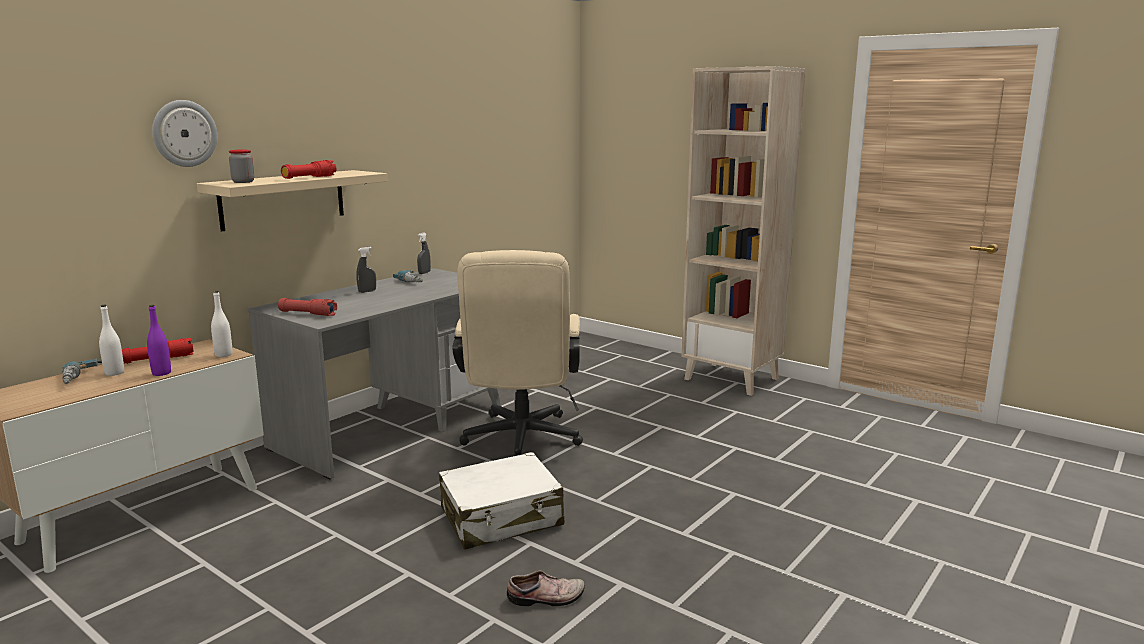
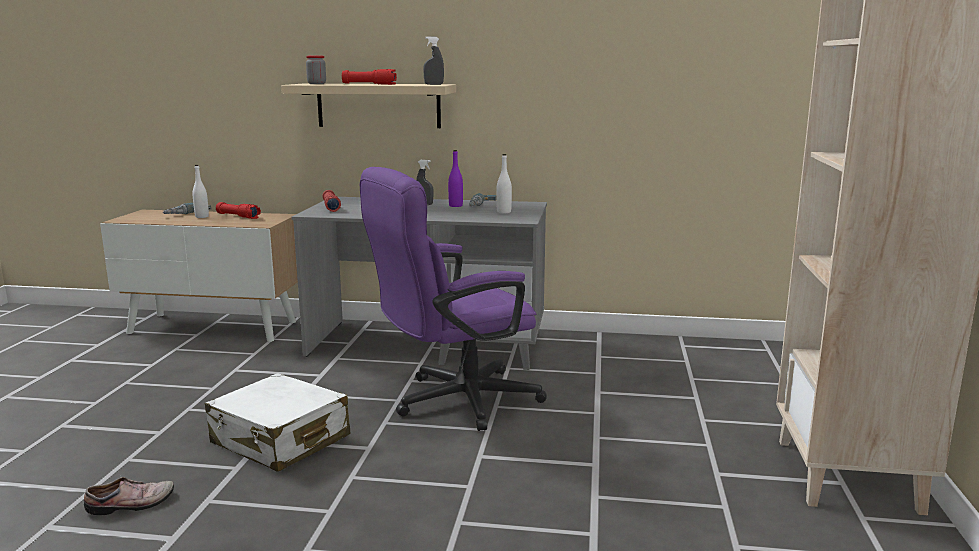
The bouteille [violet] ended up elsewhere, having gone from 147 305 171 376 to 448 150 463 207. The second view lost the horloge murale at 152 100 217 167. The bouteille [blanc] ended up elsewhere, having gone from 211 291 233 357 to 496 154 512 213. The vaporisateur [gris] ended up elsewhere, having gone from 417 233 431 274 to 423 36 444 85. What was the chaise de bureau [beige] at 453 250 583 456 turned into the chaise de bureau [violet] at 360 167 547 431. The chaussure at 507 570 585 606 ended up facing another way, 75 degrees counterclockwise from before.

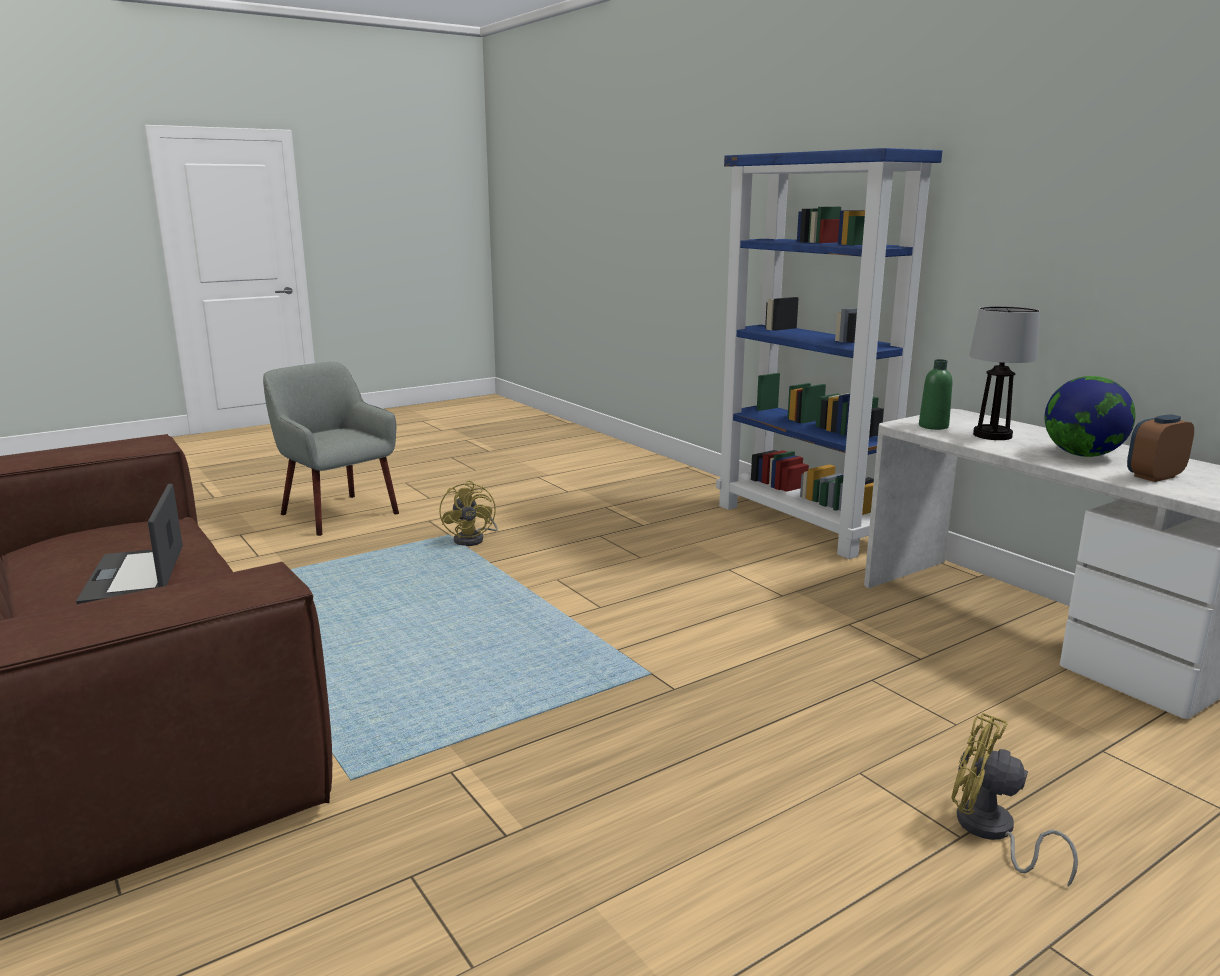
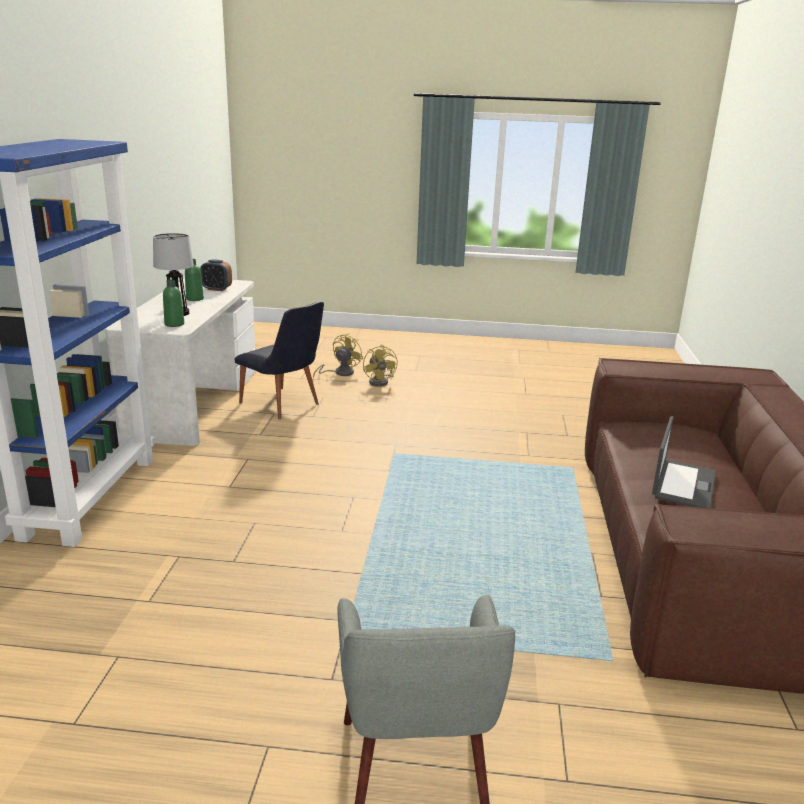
The ventilateur [jaune] ended up elsewhere, having gone from 439 481 498 546 to 313 333 363 378. Where the globe stood at 1045 376 1135 457, the bouteille [vert] came to stand at 185 259 204 301. The second view gained the chaise [noir] at 235 301 324 419.

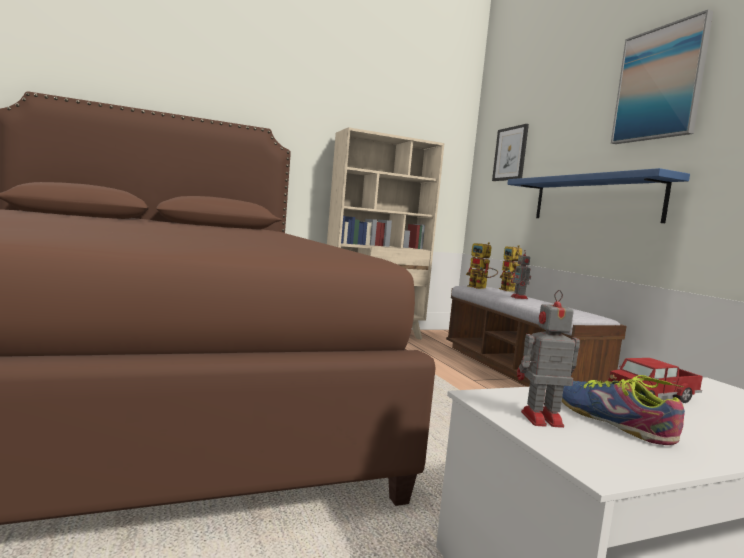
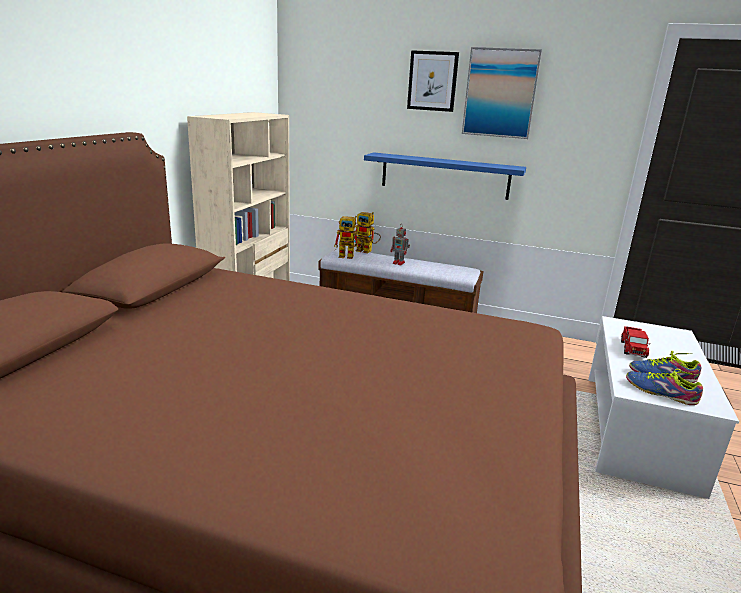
The tableau ended up elsewhere, having gone from 492 124 529 181 to 407 50 459 112. Where the robot jouet stood at 517 290 580 428, the chaussure came to stand at 626 369 703 405.

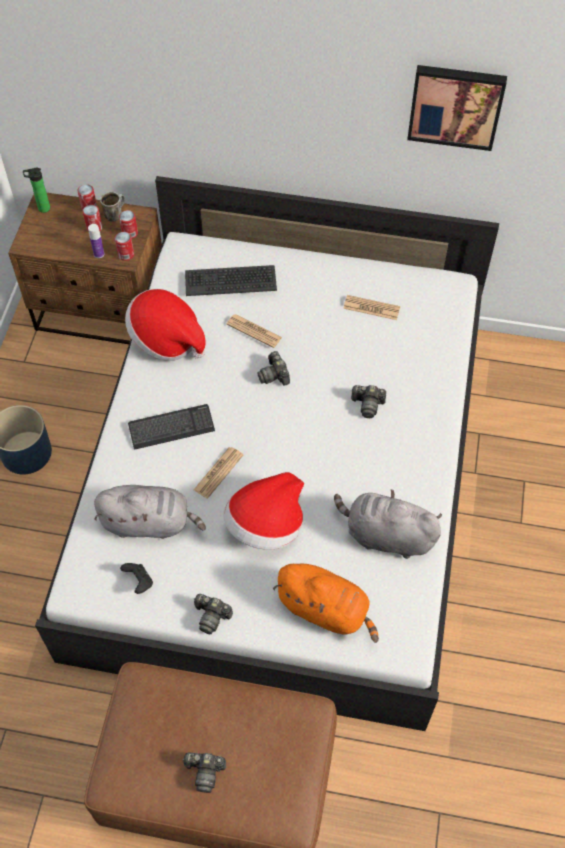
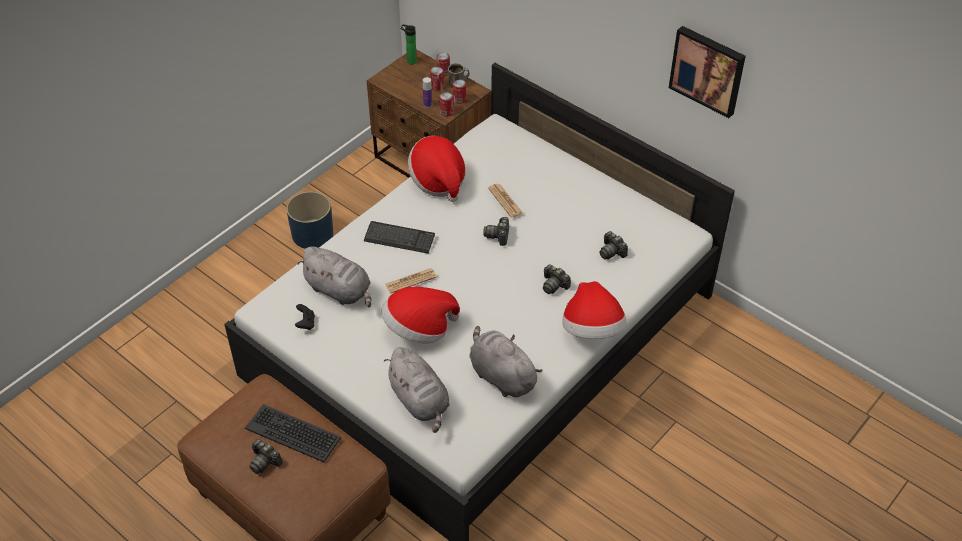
The clavier ended up elsewhere, having gone from 185 265 277 296 to 245 404 342 462. The appareil photo ended up elsewhere, having gone from 194 594 233 634 to 600 231 628 259. What was the peluche [orange] at 273 564 379 643 turned into the peluche [gris] at 384 347 450 433. The second view lost the journal at 343 295 400 320. The second view gained the chapeau at 562 281 627 339.

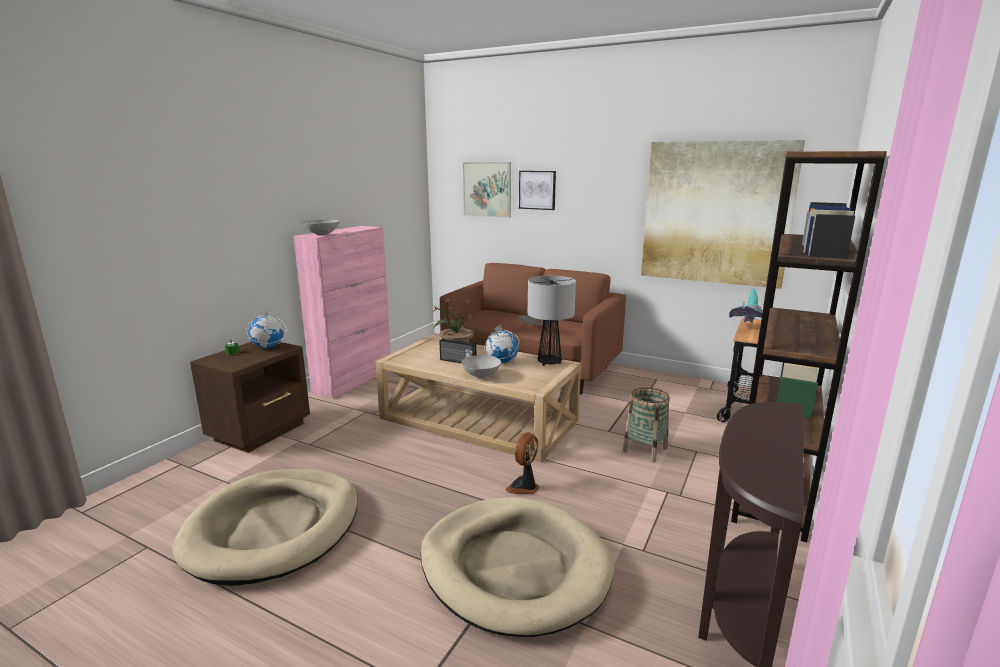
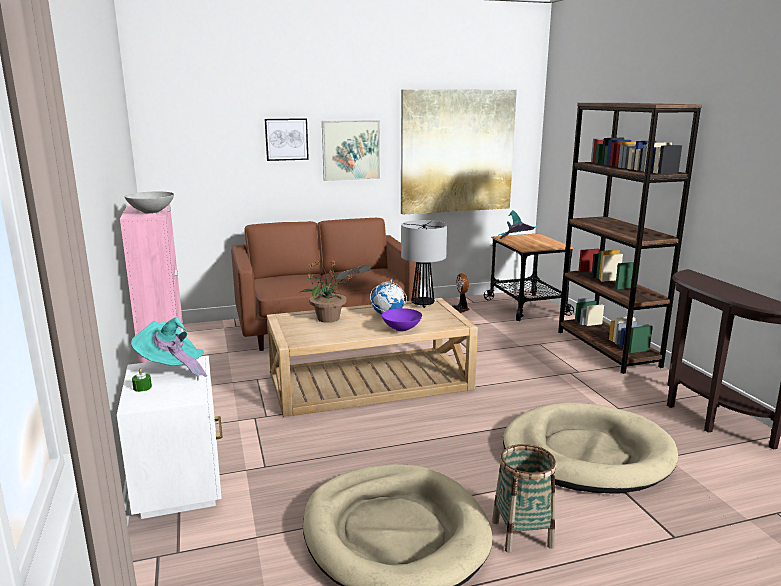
What was the table de chevet [marron] at 190 342 310 453 turned into the table de chevet [blanc] at 117 356 223 519. Where the globe stood at 246 309 287 348, the chapeau [turquoise] came to stand at 131 317 207 381. The second view lost the radio at 439 338 476 363. What was the bol [gris] at 461 355 501 378 turned into the bol [violet] at 382 308 422 332. The tableau ended up elsewhere, having gone from 463 162 511 218 to 322 120 380 181. The ventilateur ended up elsewhere, having gone from 505 432 540 494 to 452 273 470 313. The panier ended up elsewhere, having gone from 623 387 670 462 to 492 444 556 553.

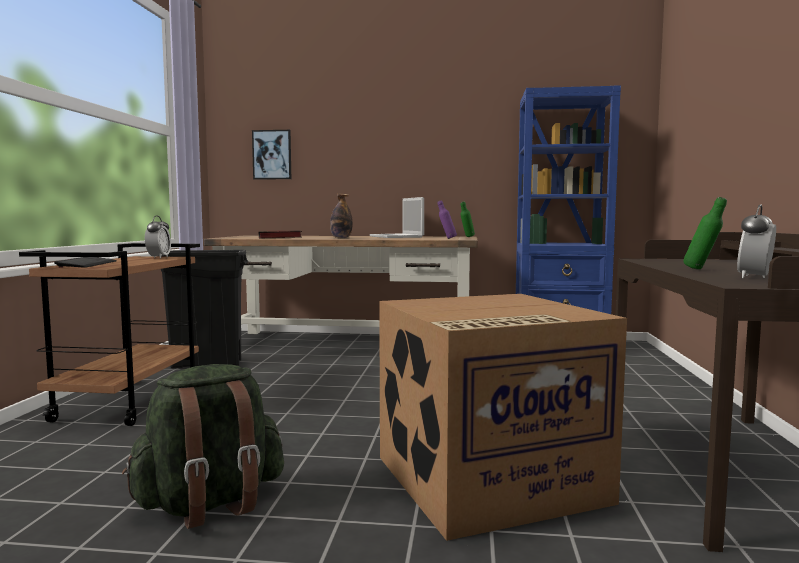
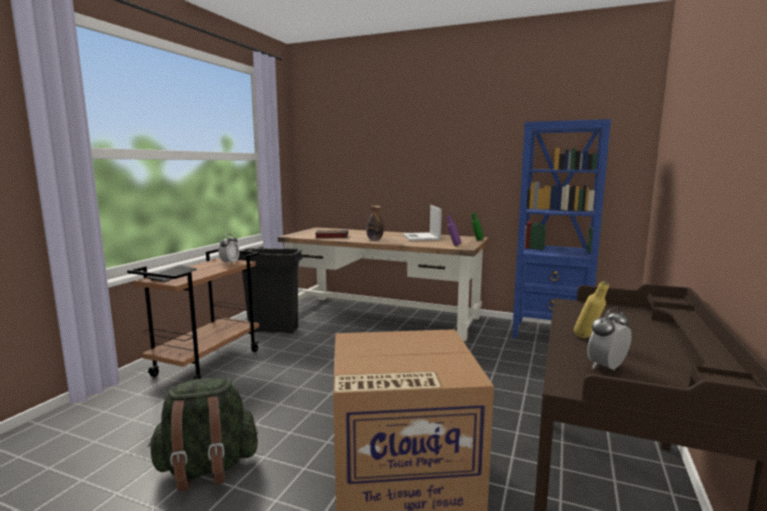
The second view lost the tableau at 252 130 291 180. What was the bouteille [vert] at 683 197 727 270 turned into the bouteille [jaune] at 574 281 609 338.

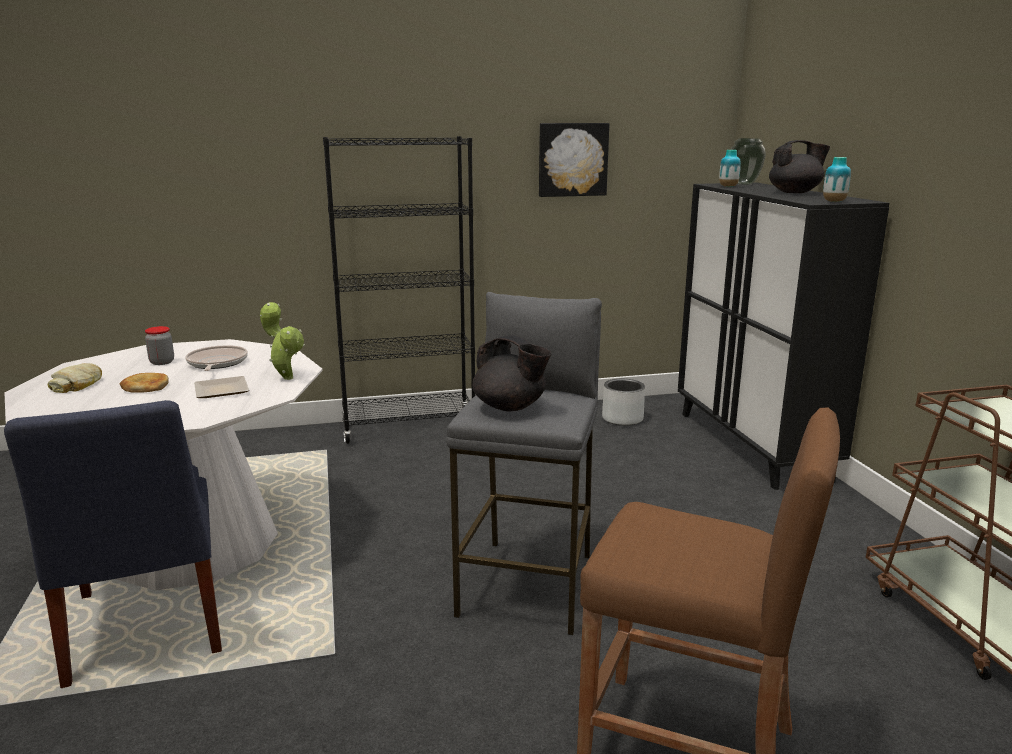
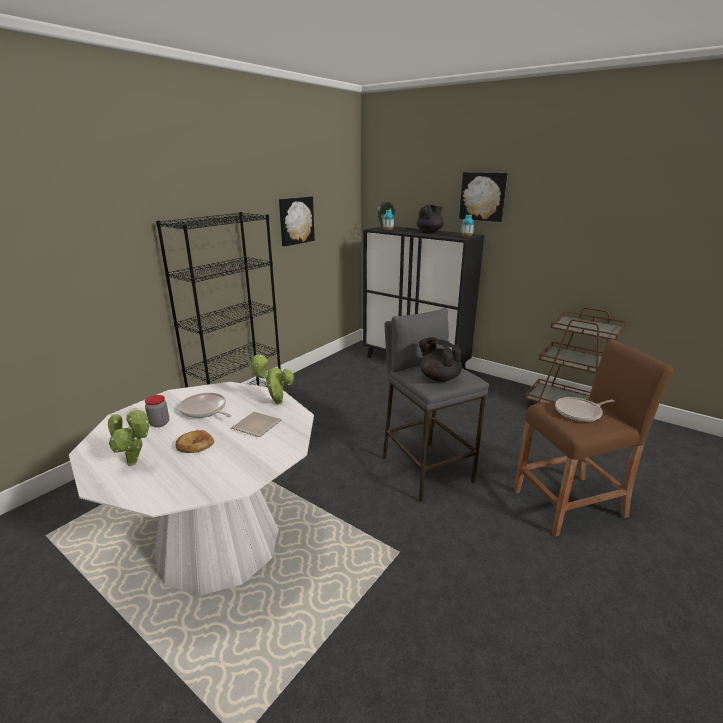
The second view lost the chaise [bleu] at 4 400 222 688. Where the pain stood at 48 363 102 393, the plante en pot came to stand at 108 408 149 466. The théière [noir] at 472 335 551 411 ended up facing another way, 135 degrees counterclockwise from before. The second view lost the cache-pot [gris] at 602 379 645 426. The second view gained the tableau at 459 172 508 222. The second view gained the poêle at 555 397 615 422.

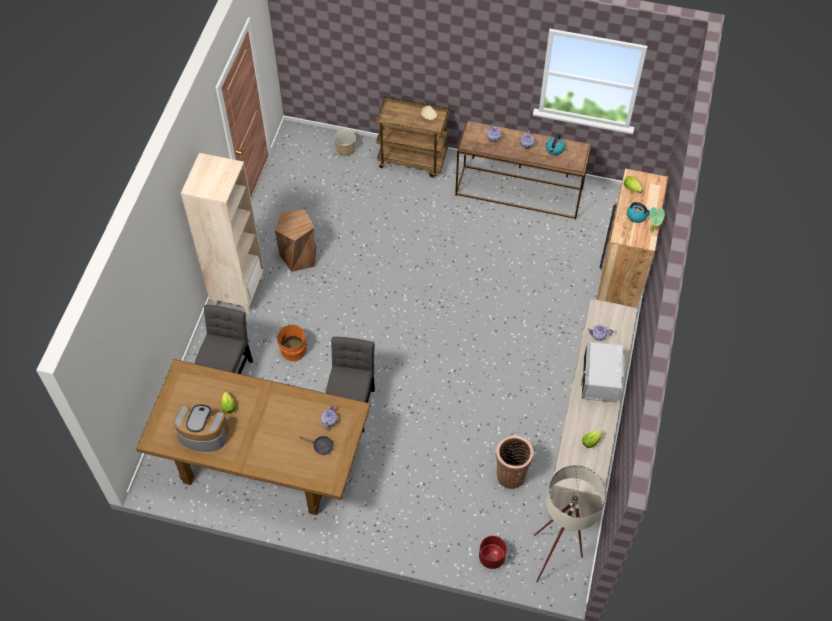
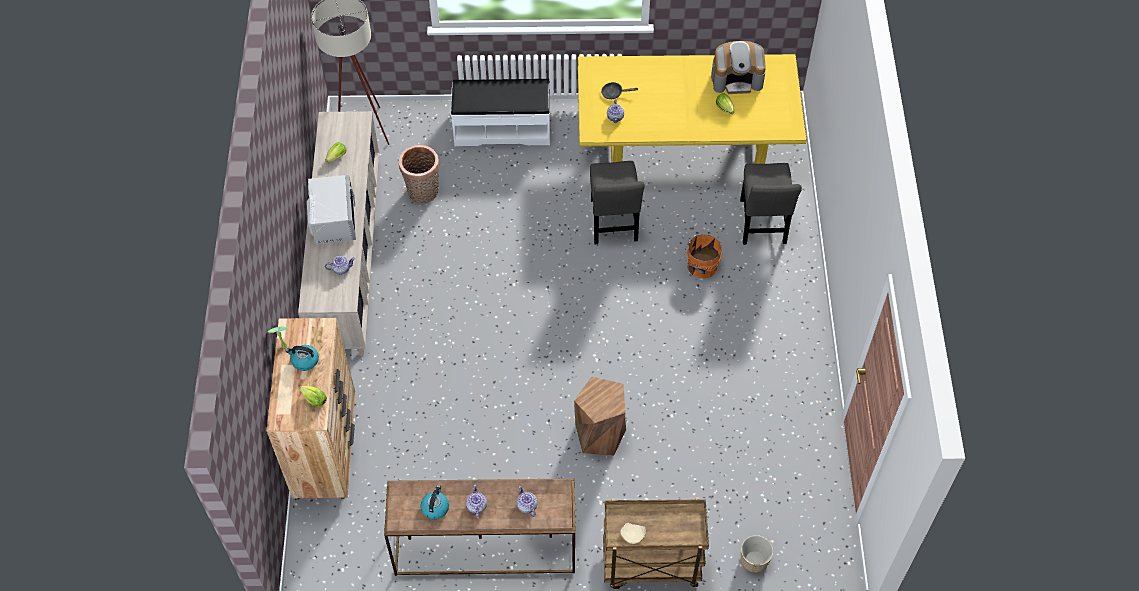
What was the table à manger [marron] at 136 359 370 515 turned into the table à manger [jaune] at 578 54 807 164. The second view lost the bibliothèque [beige] at 181 153 264 314. The tabouret [marron] ended up elsewhere, having gone from 275 210 317 272 to 574 377 626 456. The second view lost the cache-pot [rouge] at 479 536 507 569. The second view gained the banc [blanc] at 451 79 550 146.

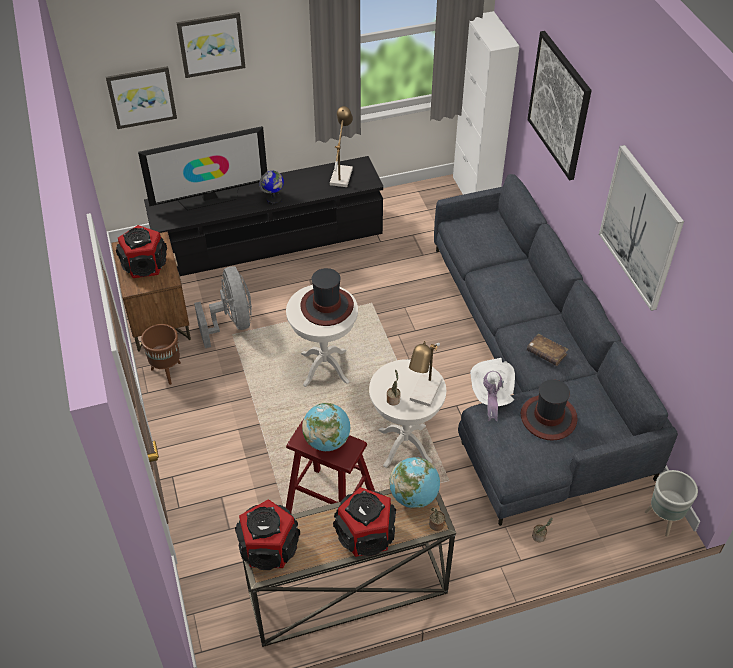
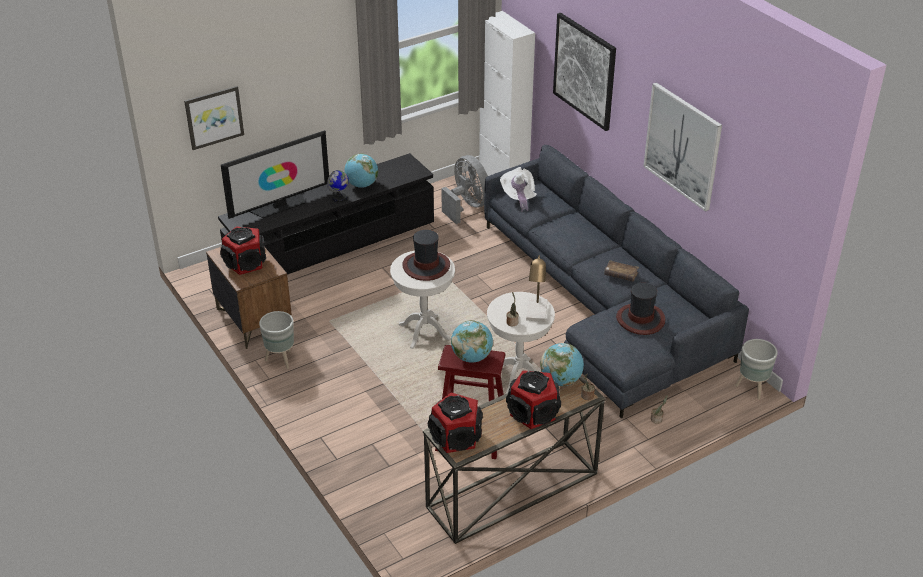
What was the cache-pot [marron] at 141 324 181 385 turned into the cache-pot [gris] at 259 311 294 369. The second view lost the tableau at 177 12 245 78. The ventilateur [gris] ended up elsewhere, having gone from 194 266 252 348 to 441 155 488 224. The second view lost the lampe de table at 330 106 353 187. The chapeau [blanc] ended up elsewhere, having gone from 470 358 515 421 to 500 167 537 212. The second view gained the globe at 344 154 378 188.

